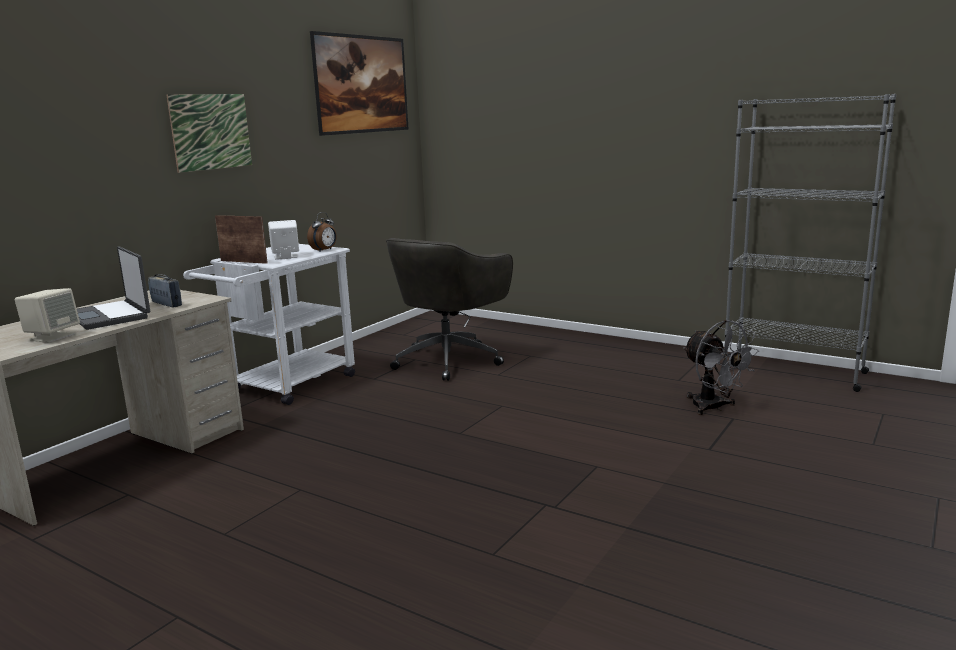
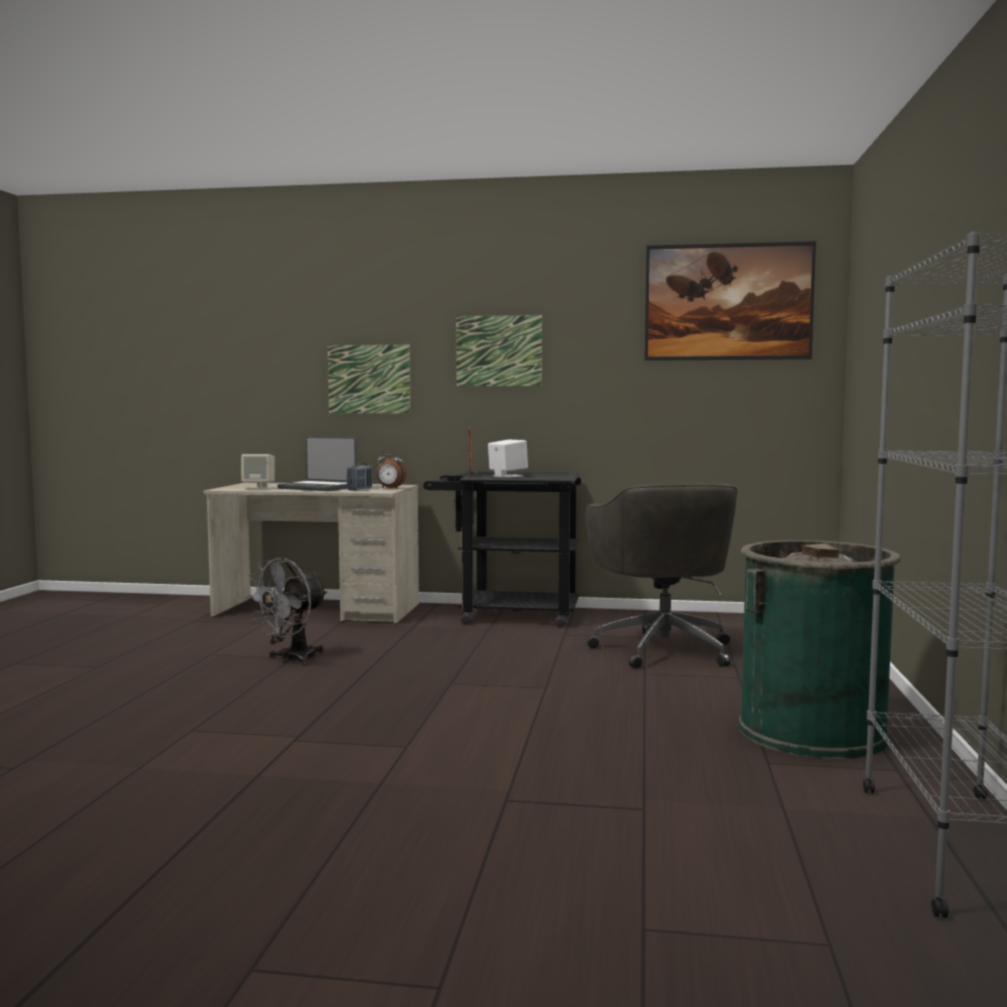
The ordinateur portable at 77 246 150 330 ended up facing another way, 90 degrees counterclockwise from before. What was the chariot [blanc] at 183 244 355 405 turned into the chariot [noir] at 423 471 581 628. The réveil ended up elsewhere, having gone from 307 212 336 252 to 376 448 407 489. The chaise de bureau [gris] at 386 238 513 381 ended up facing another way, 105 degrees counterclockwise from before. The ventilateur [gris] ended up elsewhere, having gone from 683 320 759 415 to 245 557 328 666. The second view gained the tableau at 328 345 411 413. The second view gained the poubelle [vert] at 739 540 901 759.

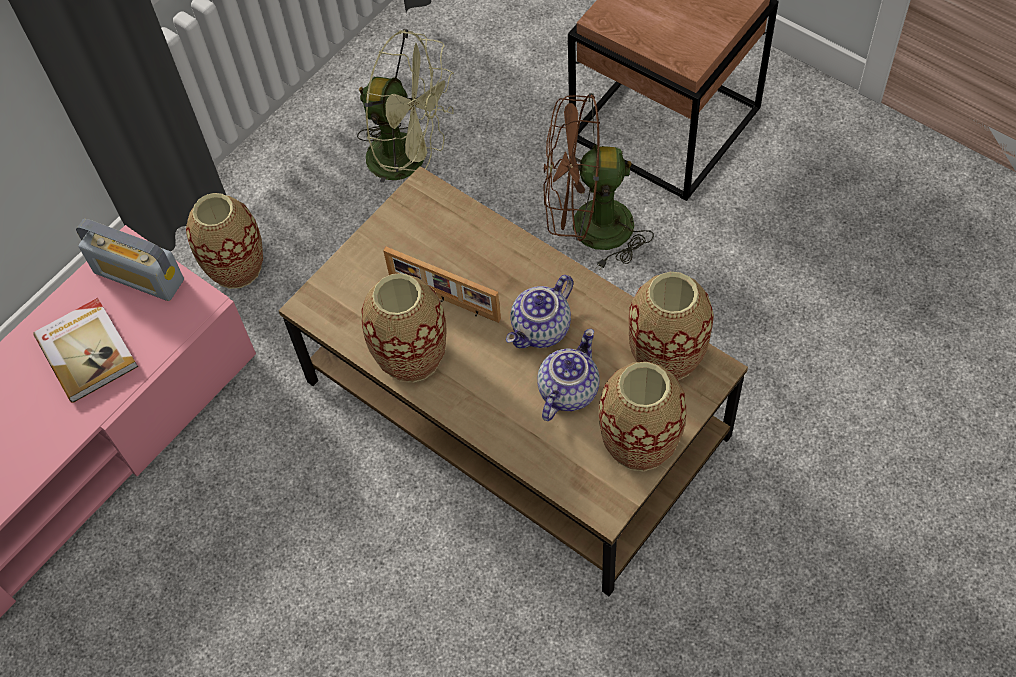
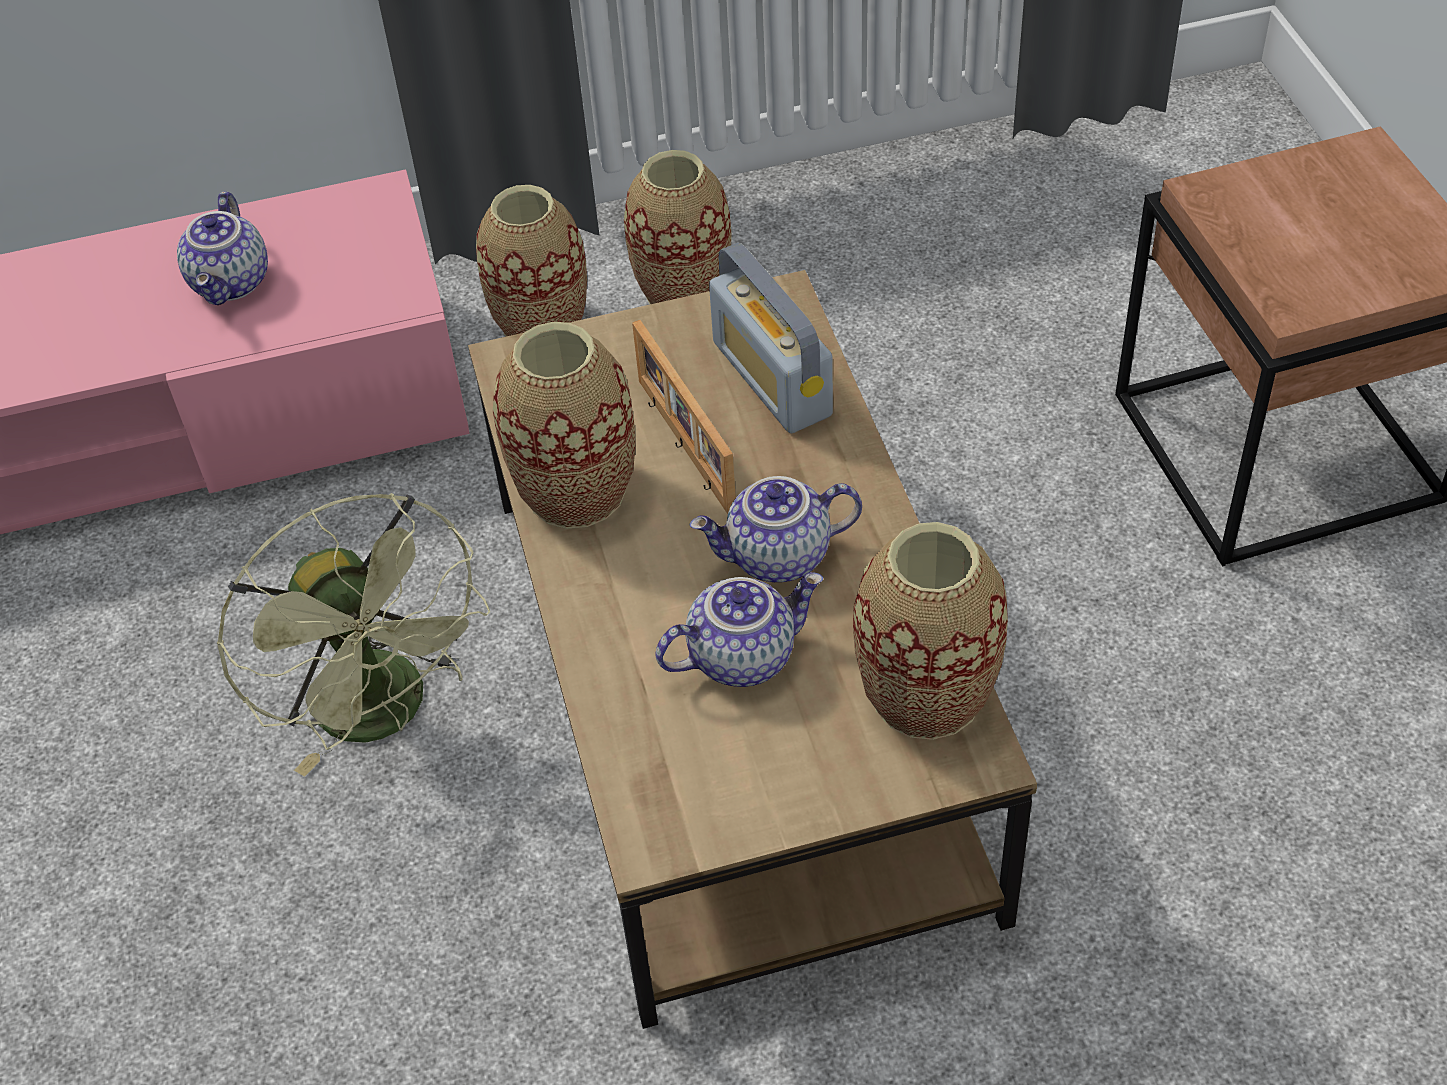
Where the livre stood at 33 298 138 403, the théière came to stand at 177 191 268 305. The radio ended up elsewhere, having gone from 76 219 184 301 to 709 243 833 433. The ventilateur [vert] ended up elsewhere, having gone from 357 29 454 183 to 217 493 490 777. The second view lost the ventilateur [marron] at 544 93 654 271. The vase ended up elsewhere, having gone from 598 362 686 471 to 624 150 731 304.

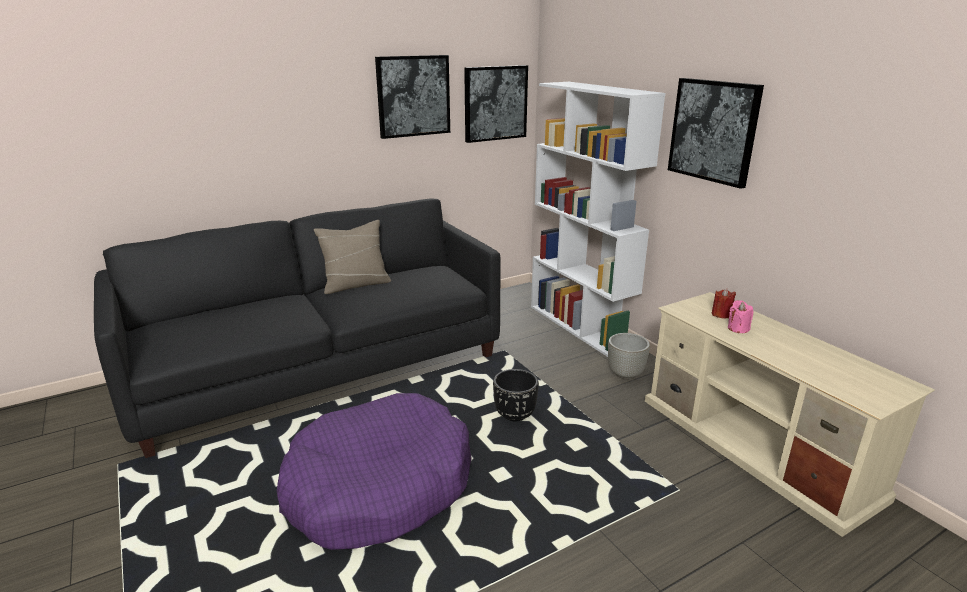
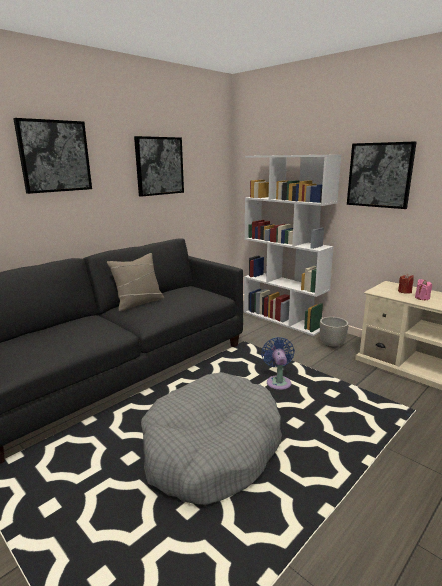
What was the panier pour chien [violet] at 277 393 472 550 turned into the panier pour chien [gris] at 141 372 282 505. The tableau ended up elsewhere, having gone from 464 65 528 143 to 13 118 92 194. Where the cache-pot [noir] stood at 493 369 539 421, the ventilateur [bleu] came to stand at 261 337 295 390.

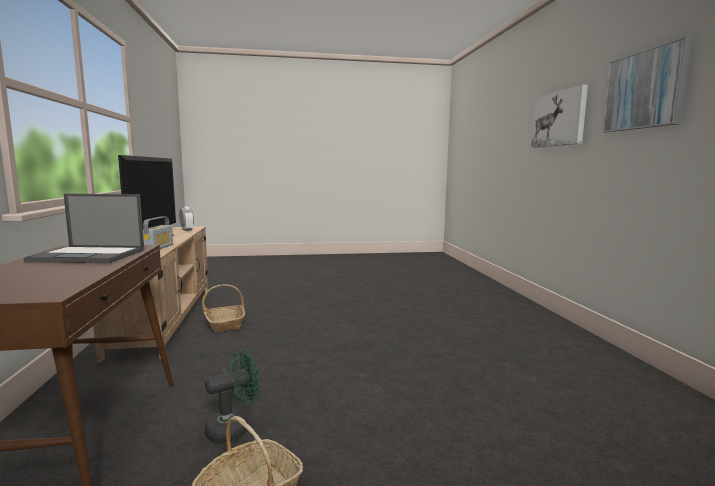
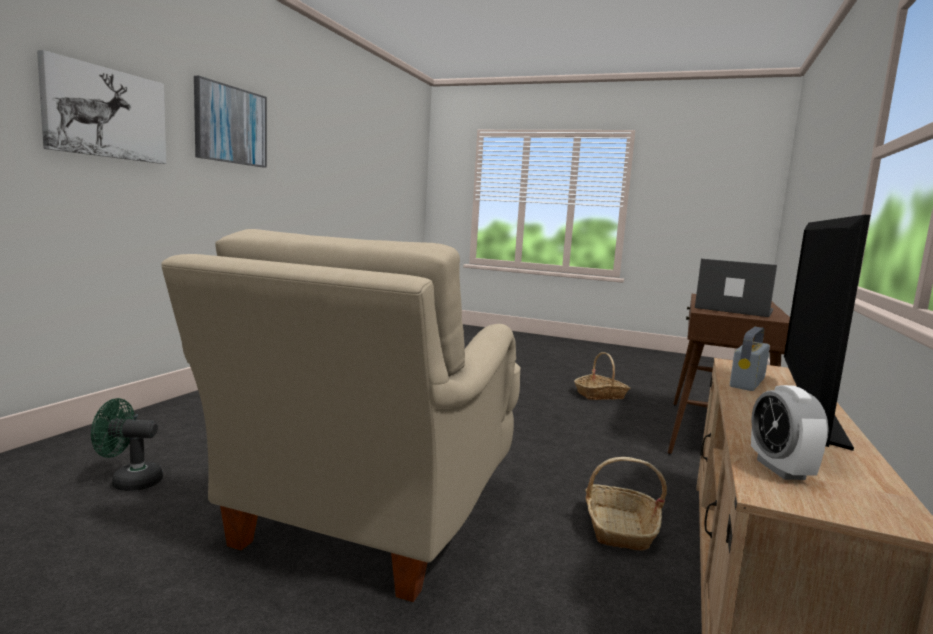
The ventilateur [vert] ended up elsewhere, having gone from 205 350 260 442 to 91 398 163 491. The second view gained the fauteuil [beige] at 161 229 521 602.

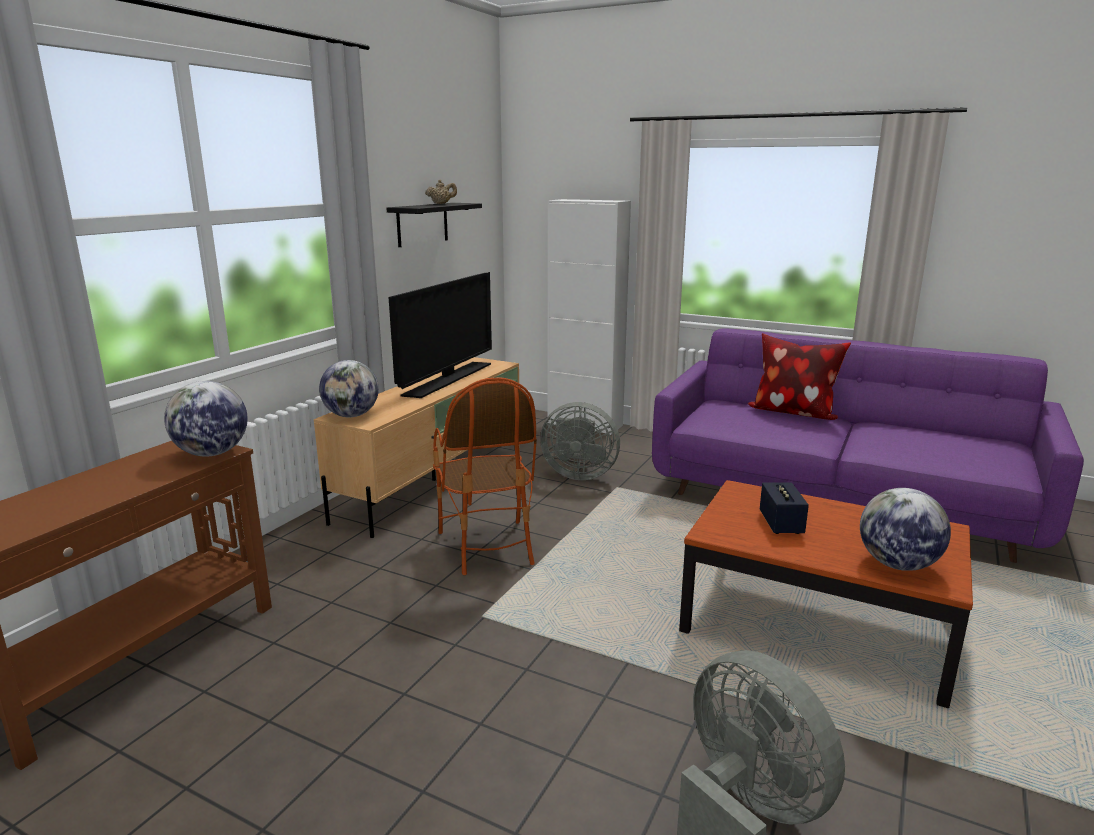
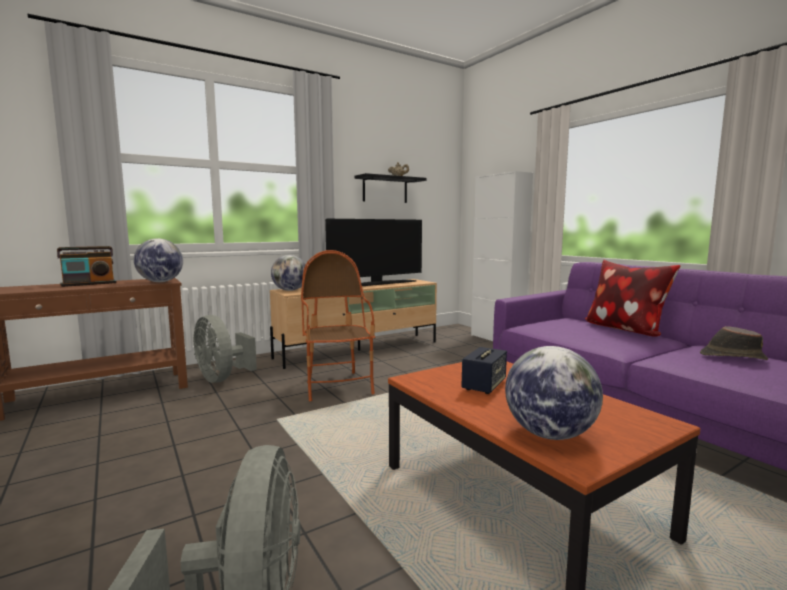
The fauteuil at 433 377 537 575 ended up facing another way, 150 degrees clockwise from before. The ventilateur [gris] ended up elsewhere, having gone from 540 402 620 480 to 193 315 257 383. The second view gained the radio at 57 246 117 287. The second view gained the chapeau [marron] at 700 326 768 360.

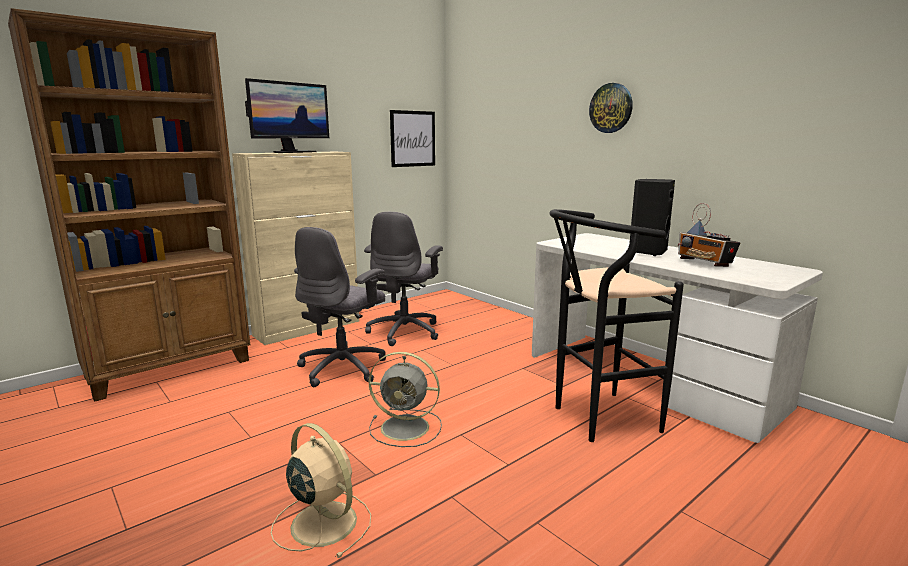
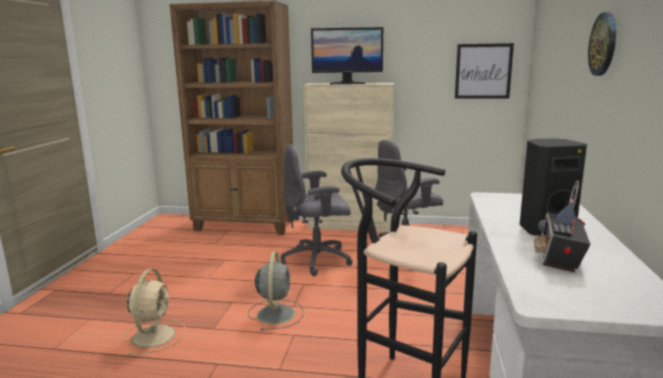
The ventilateur [gris] at 369 352 442 447 ended up facing another way, 150 degrees counterclockwise from before.

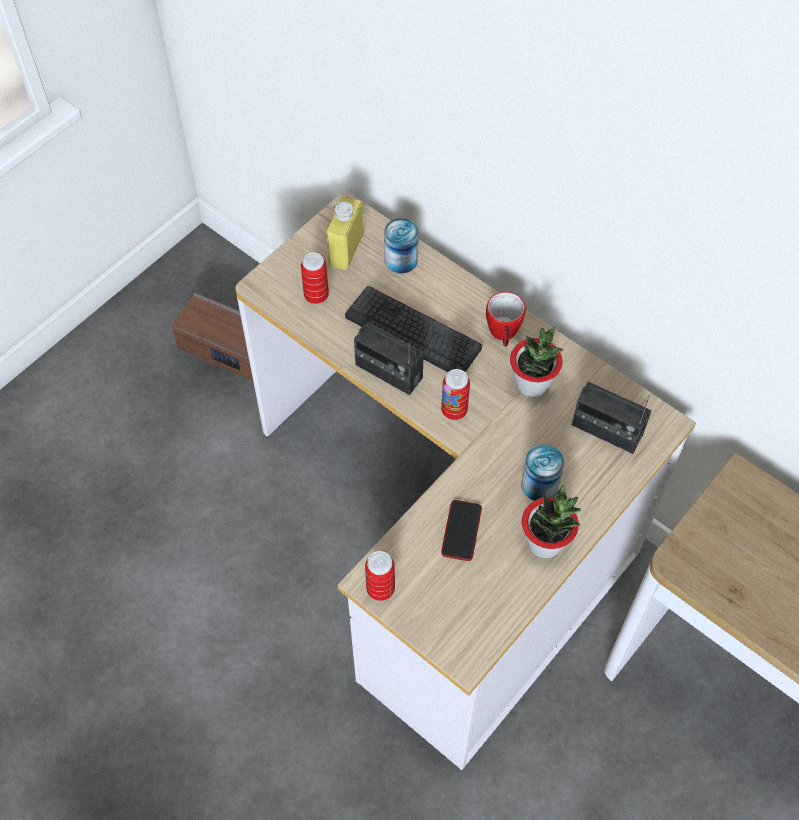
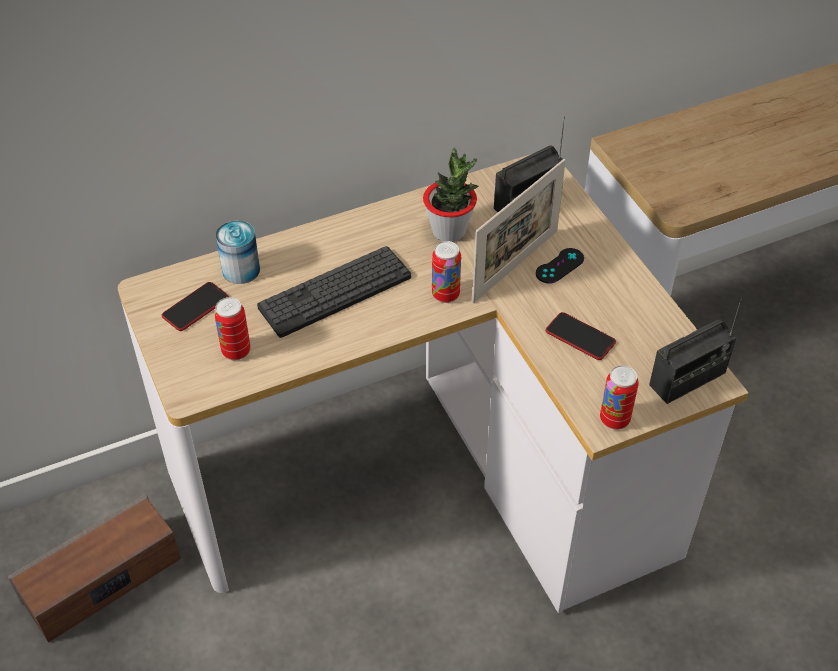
Where the bouteille [jaune] stood at 326 197 364 270, the téléphone came to stand at 162 282 229 331. The radio ended up elsewhere, having gone from 354 322 424 395 to 649 294 743 404. The second view lost the mug at 486 292 526 347. Where the boîte métallique stood at 521 445 564 501, the manette [noir] came to stand at 536 248 584 284. The second view lost the plante en pot at 522 485 581 558. The second view gained the cadre photo at 472 159 566 303.

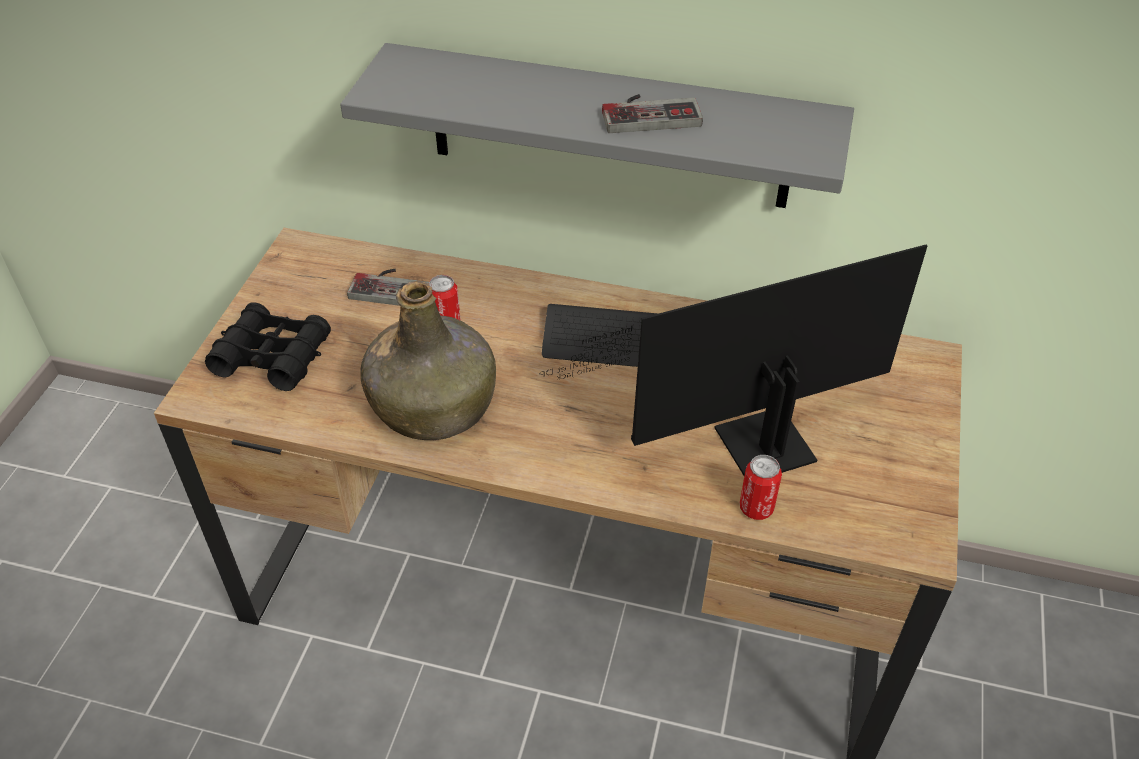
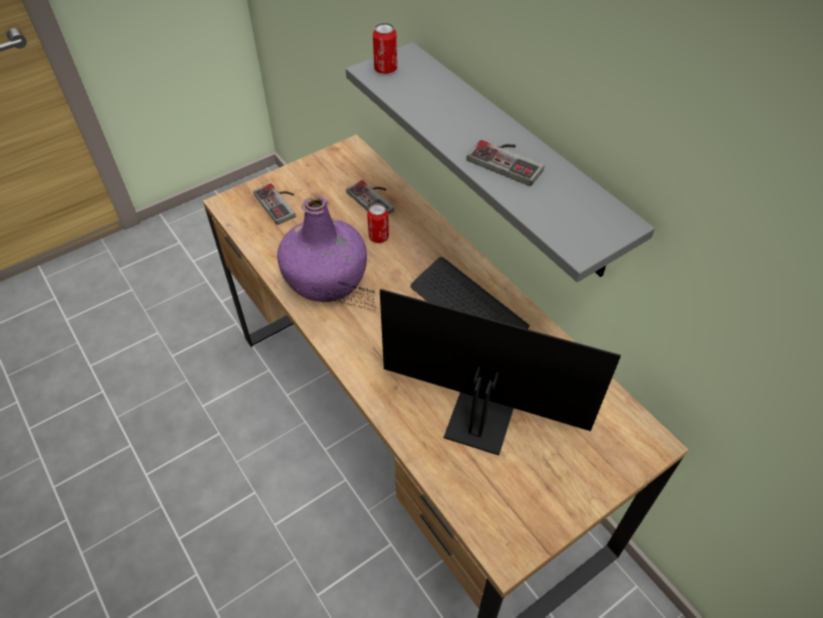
Where the jumelles [noir] stood at 205 302 331 391, the manette came to stand at 253 183 296 225. What was the bouteille [vert] at 360 281 496 440 turned into the bouteille [violet] at 277 195 367 302. The boîte métallique ended up elsewhere, having gone from 740 455 782 520 to 373 23 397 74.

